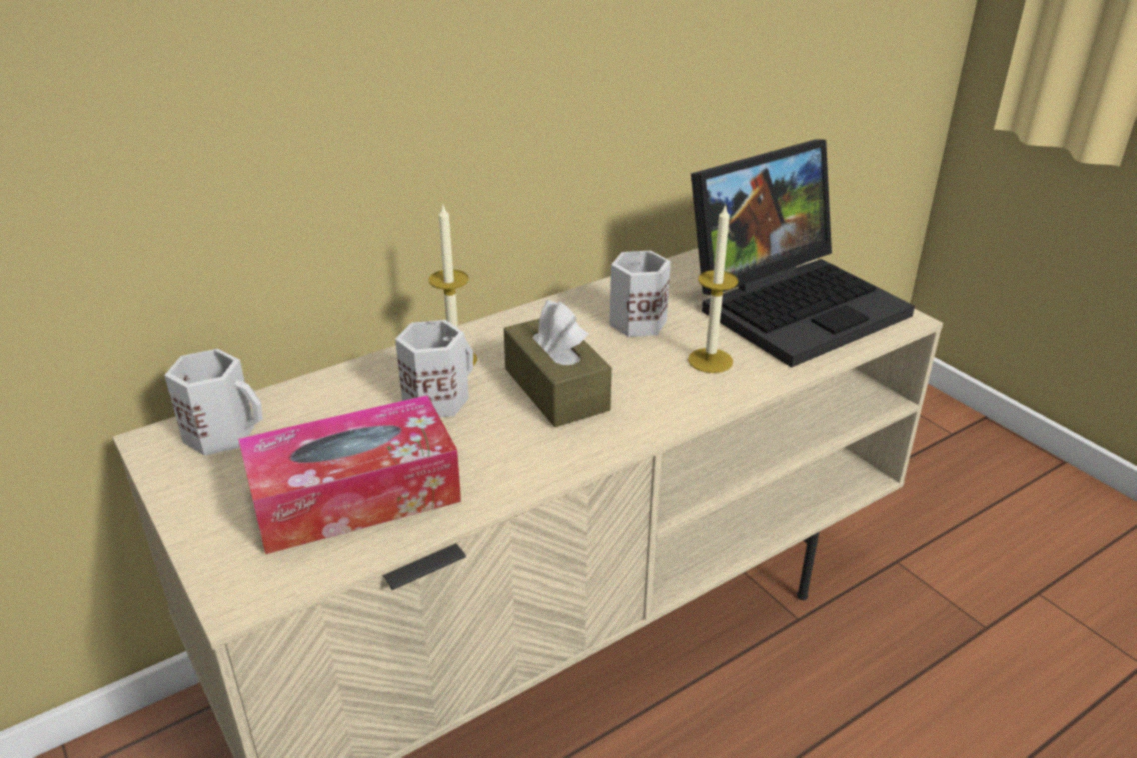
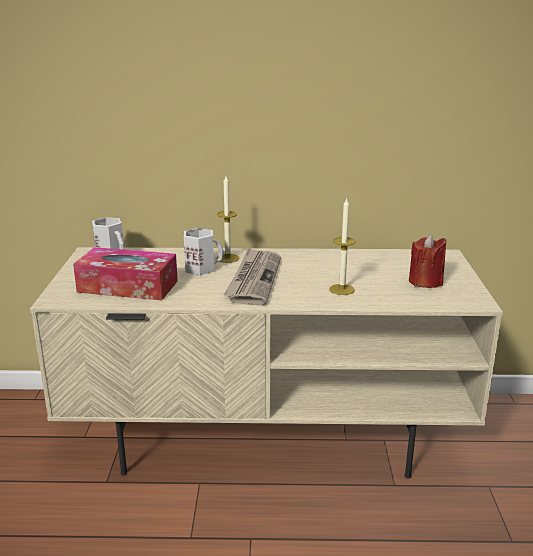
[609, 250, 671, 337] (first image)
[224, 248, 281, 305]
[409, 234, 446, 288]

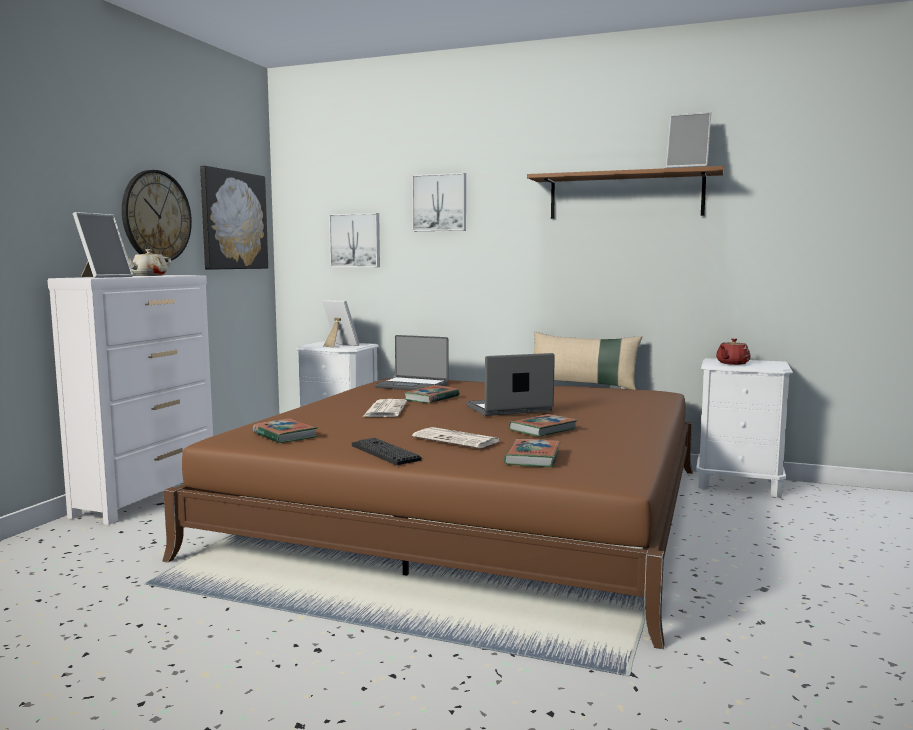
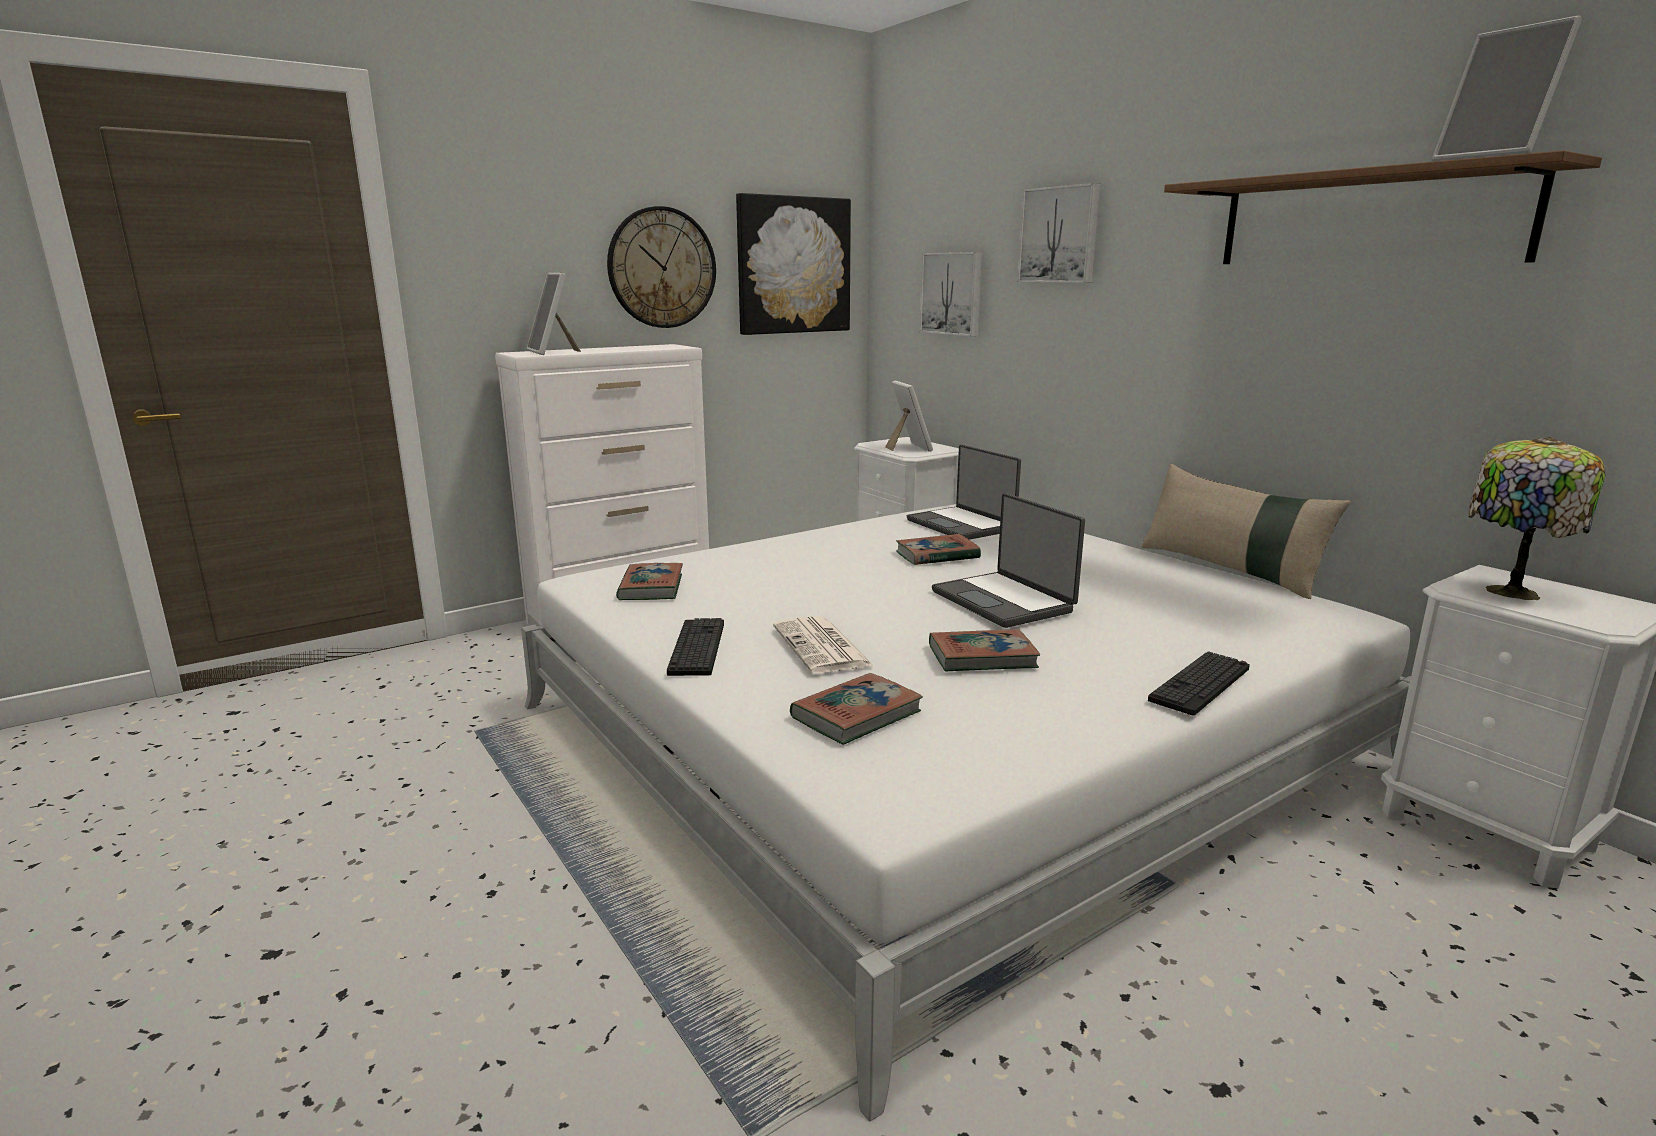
[127, 249, 171, 276] (first image)
[363, 399, 407, 417] (first image)
[1148, 651, 1250, 716]
[1468, 437, 1606, 600]
[521, 504, 1411, 1122]
[527, 273, 581, 355]
[932, 493, 1085, 628]

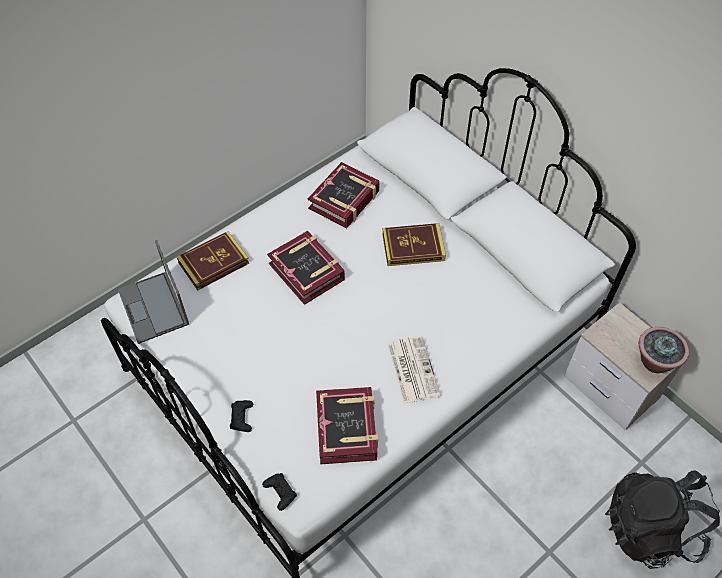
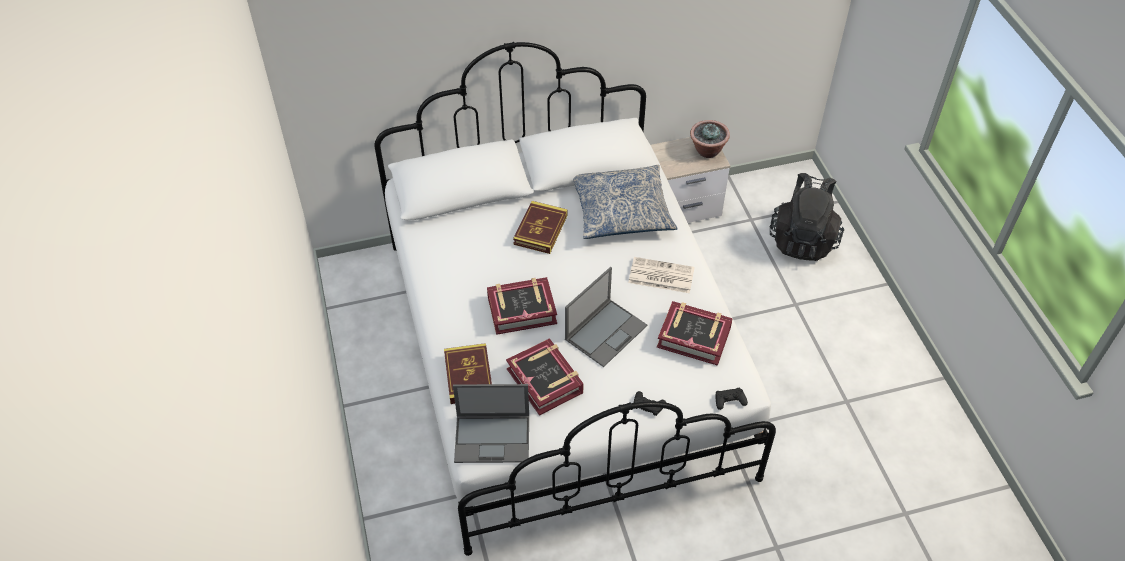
[565, 267, 647, 367]
[573, 165, 678, 239]
[506, 338, 584, 416]

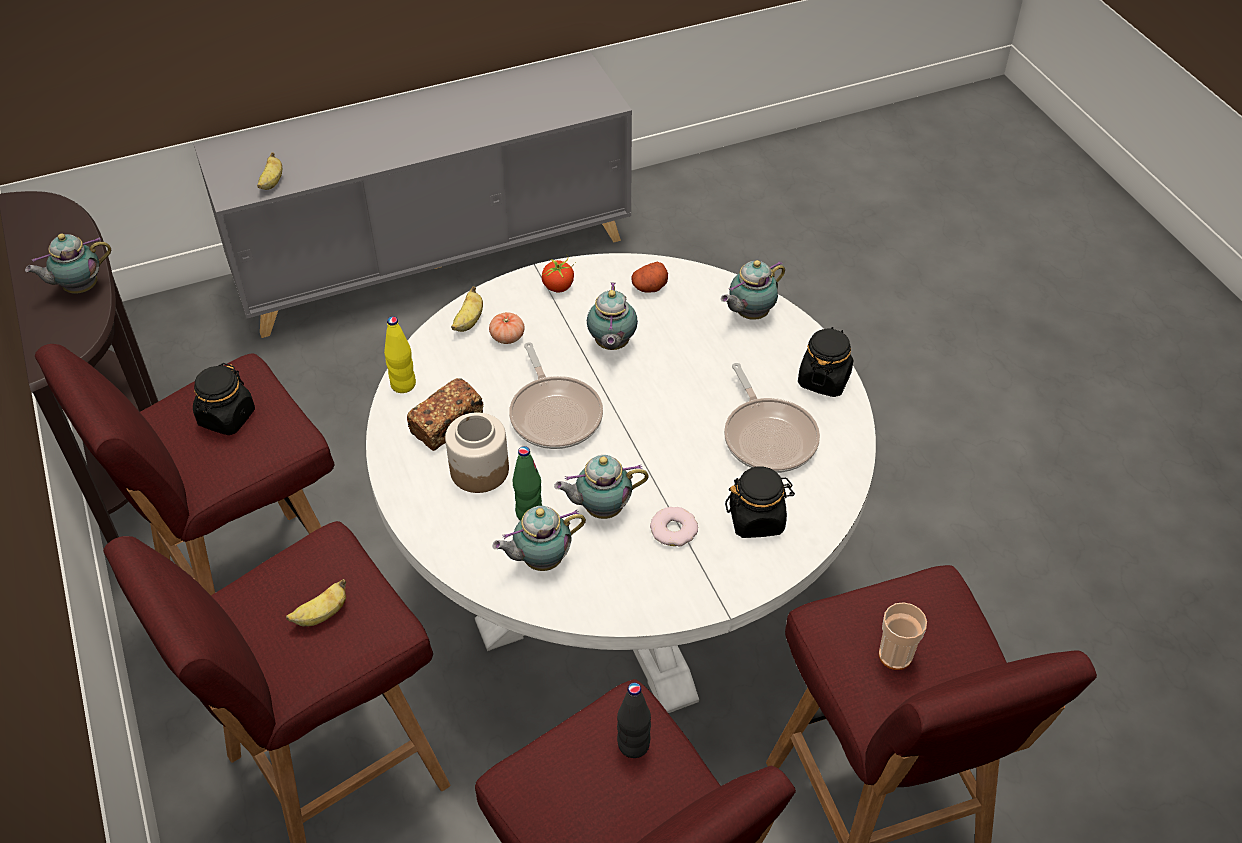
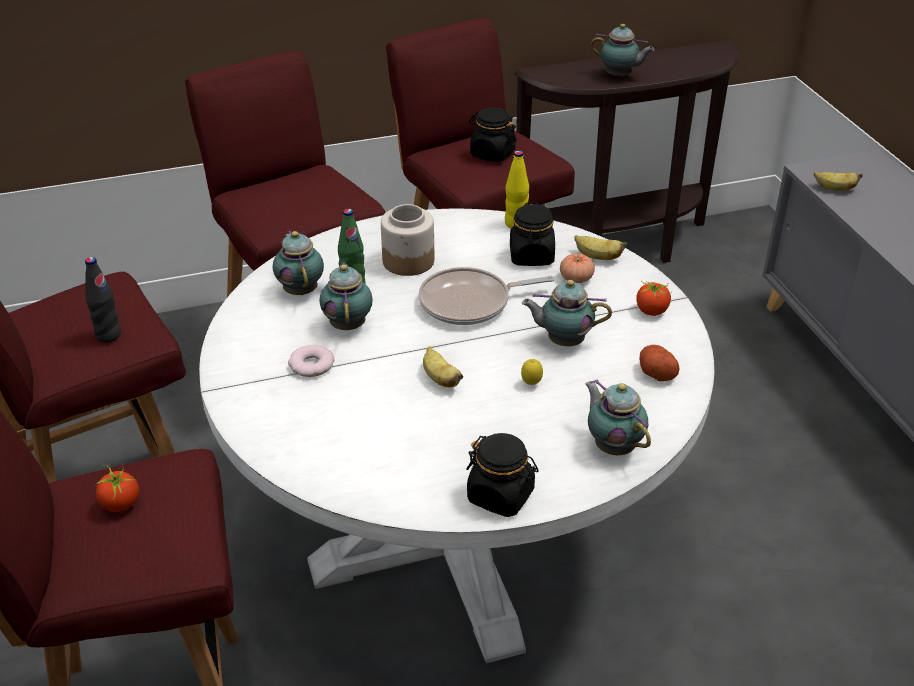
[407, 378, 484, 451] (first image)
[724, 363, 820, 473] (first image)
[521, 359, 543, 385]
[423, 346, 463, 387]
[510, 203, 555, 266]
[93, 460, 139, 512]
[590, 24, 654, 77]

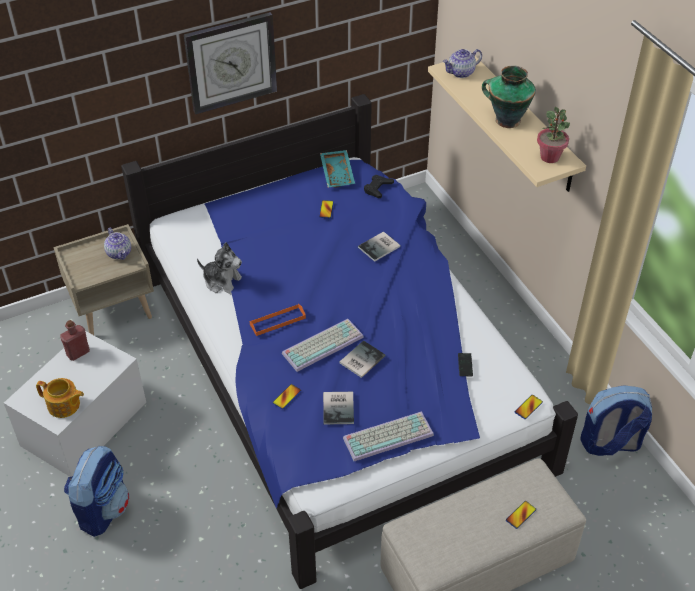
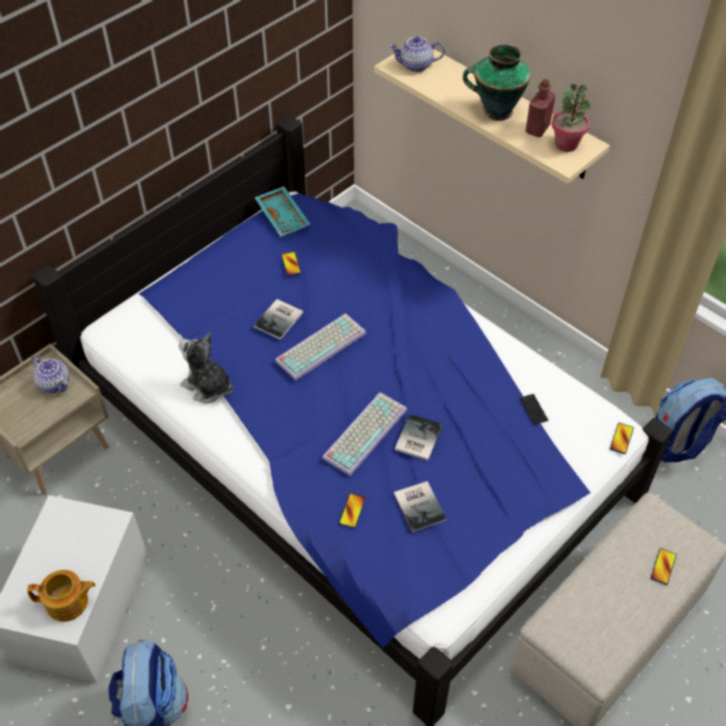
[184, 12, 277, 115] (first image)
[250, 304, 306, 336] (first image)
[364, 175, 394, 198] (first image)
[526, 79, 556, 137]
[275, 313, 366, 380]
[254, 299, 303, 340]
[179, 332, 234, 403]
[389, 36, 445, 72]

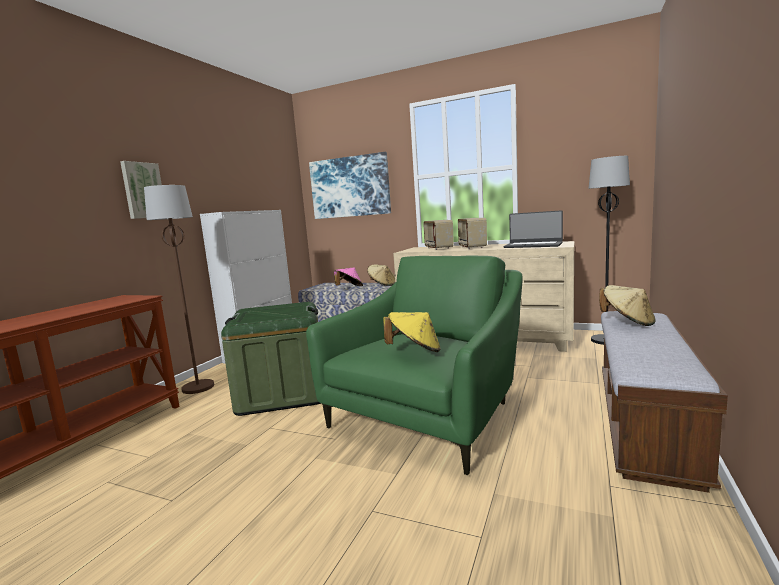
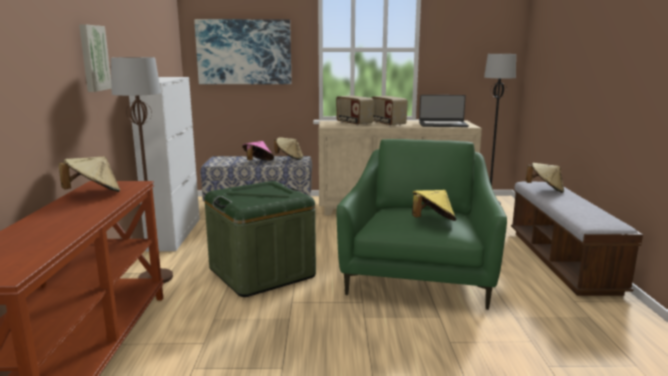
[59, 157, 120, 192]

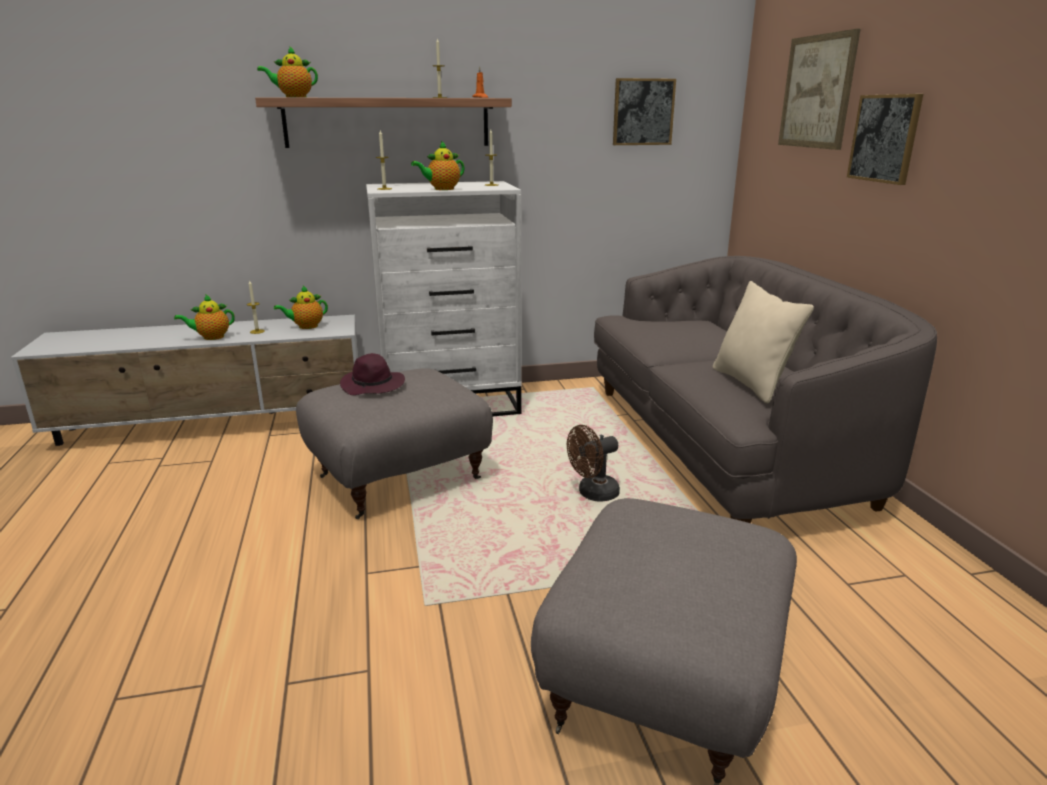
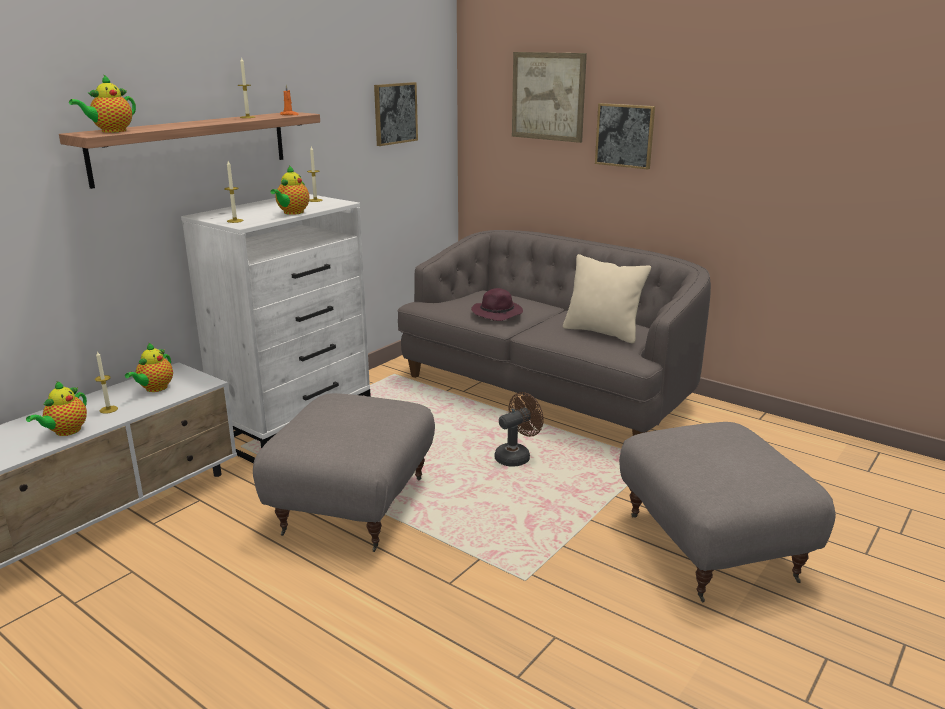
[471, 288, 523, 321]
[495, 392, 544, 467]

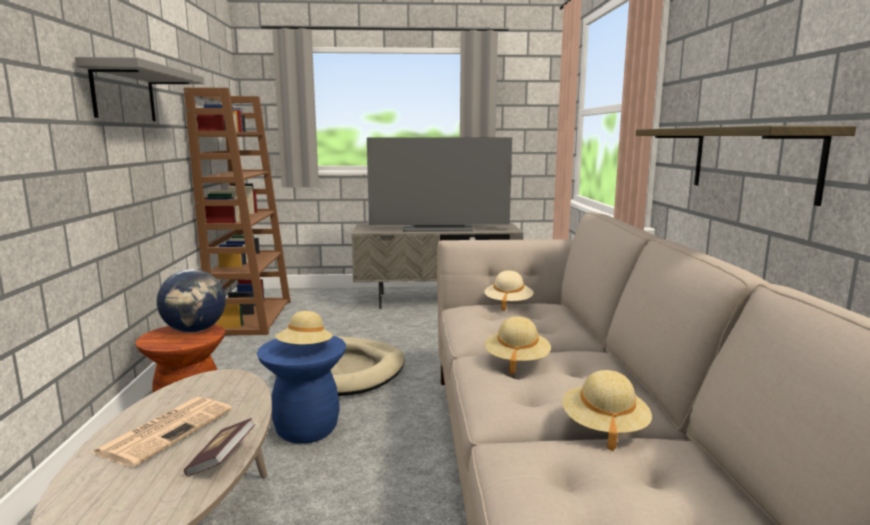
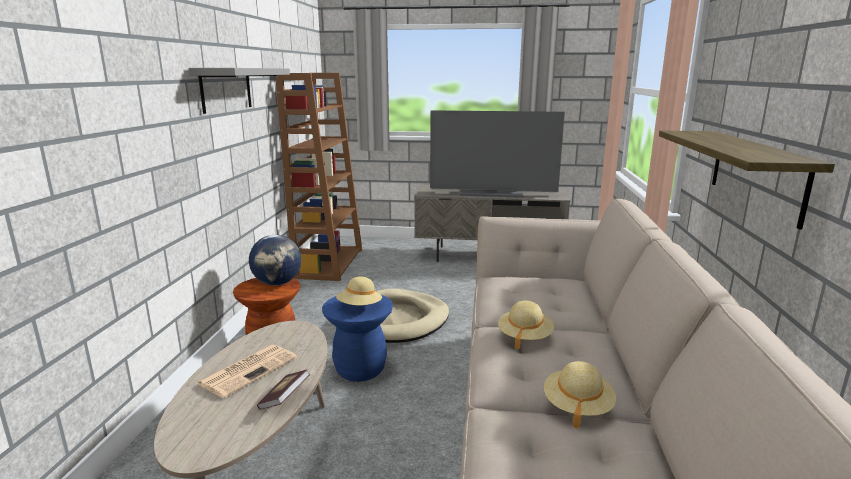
[484, 271, 533, 311] (first image)

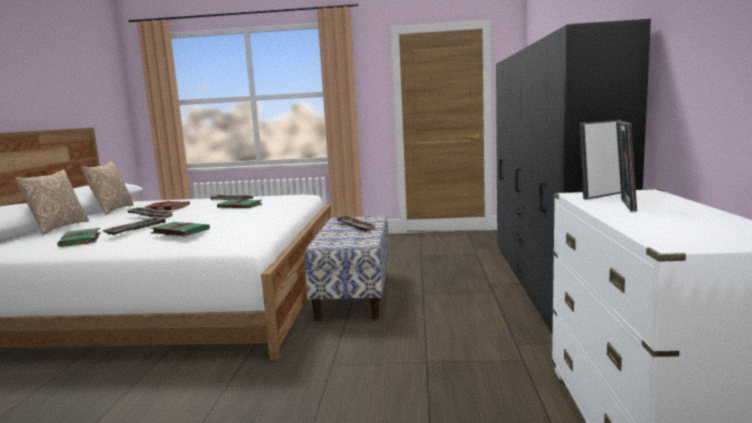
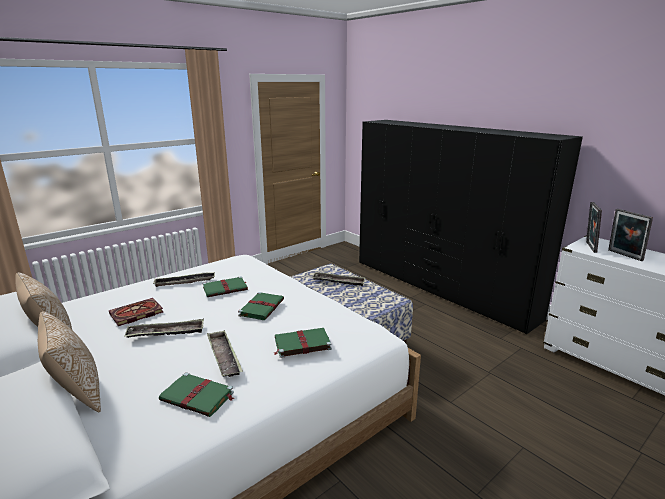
[238, 292, 284, 320]

